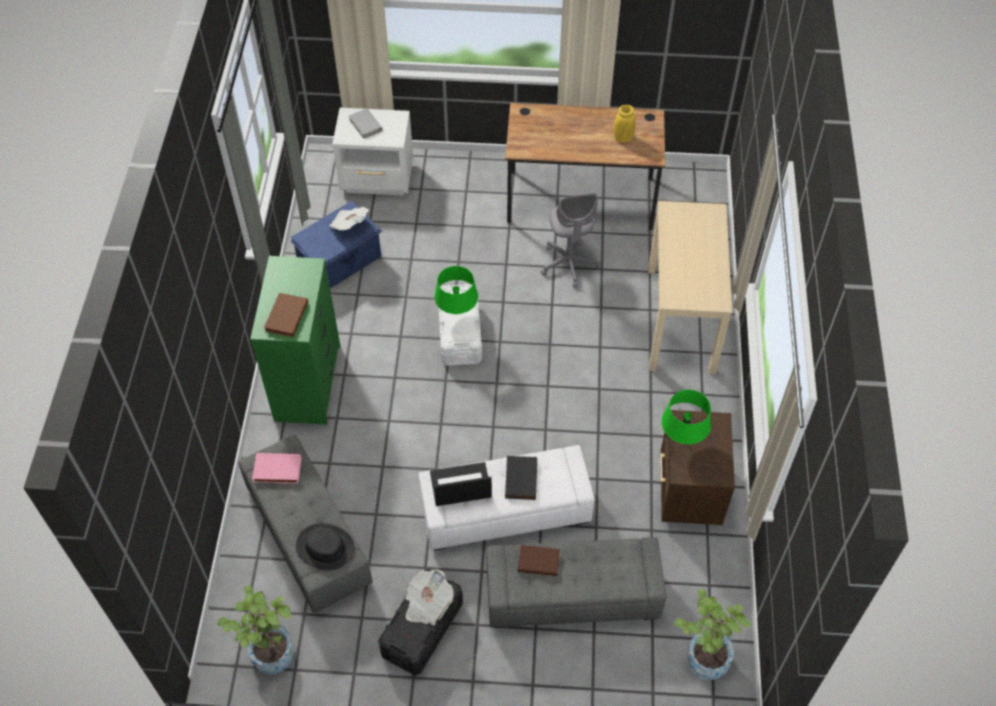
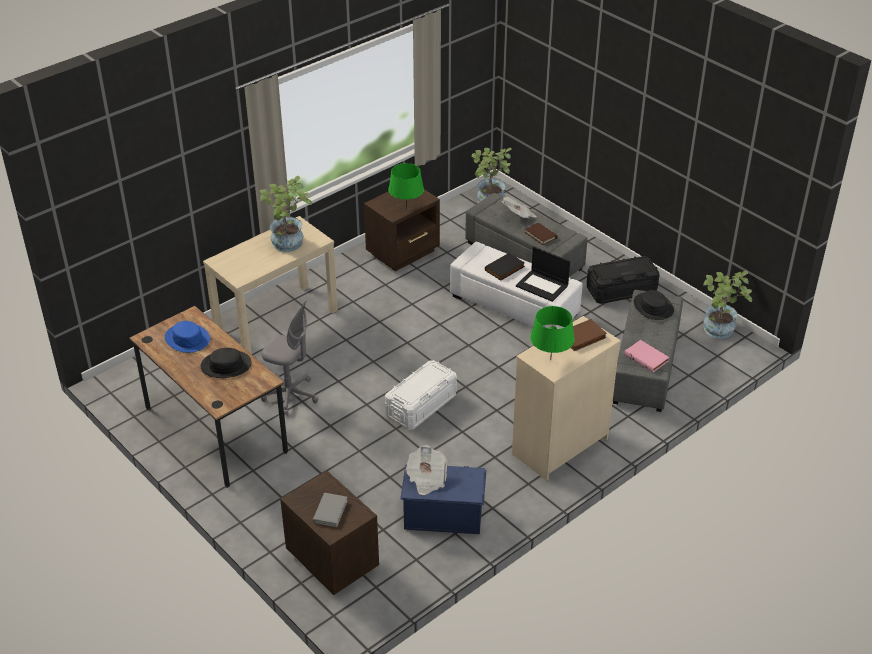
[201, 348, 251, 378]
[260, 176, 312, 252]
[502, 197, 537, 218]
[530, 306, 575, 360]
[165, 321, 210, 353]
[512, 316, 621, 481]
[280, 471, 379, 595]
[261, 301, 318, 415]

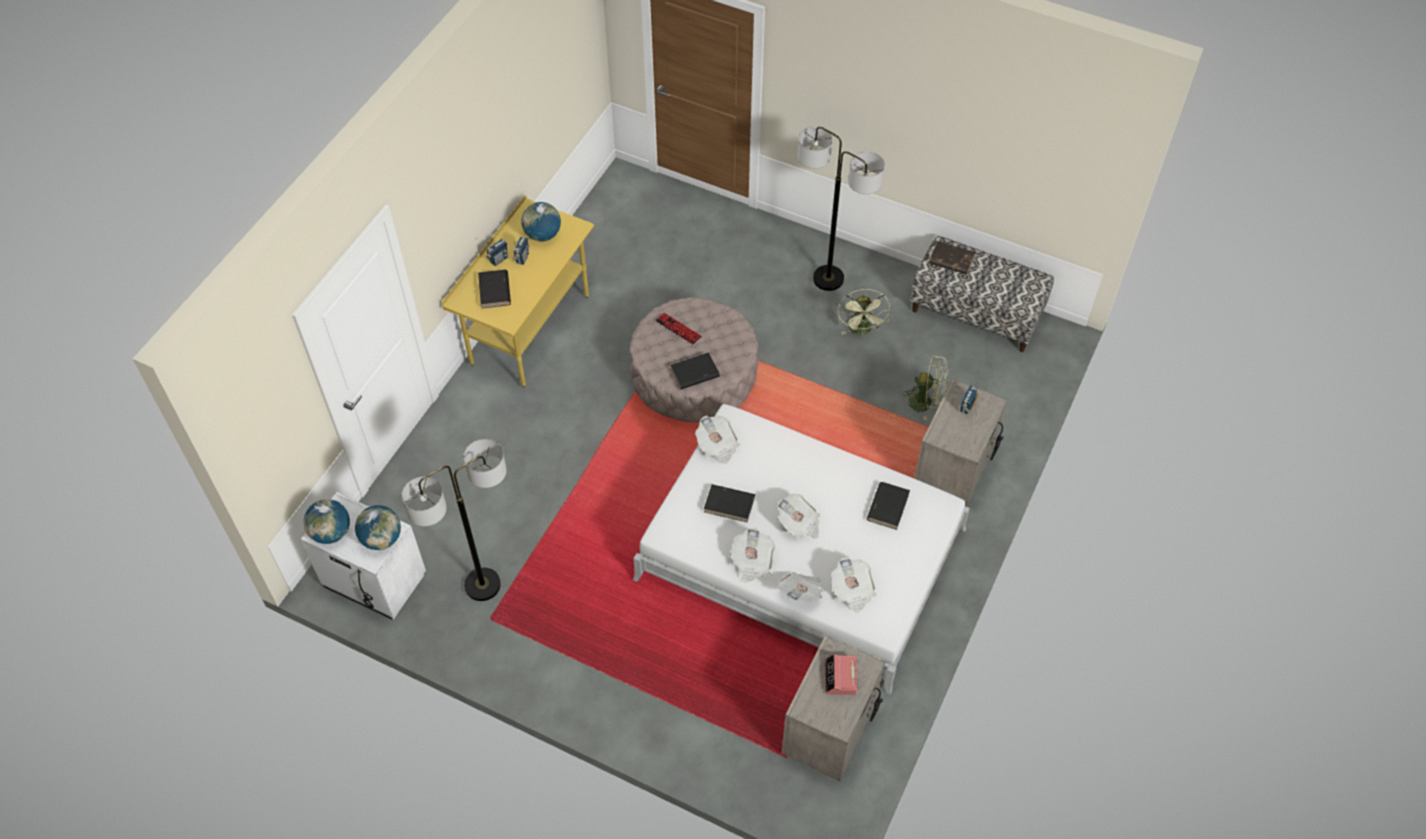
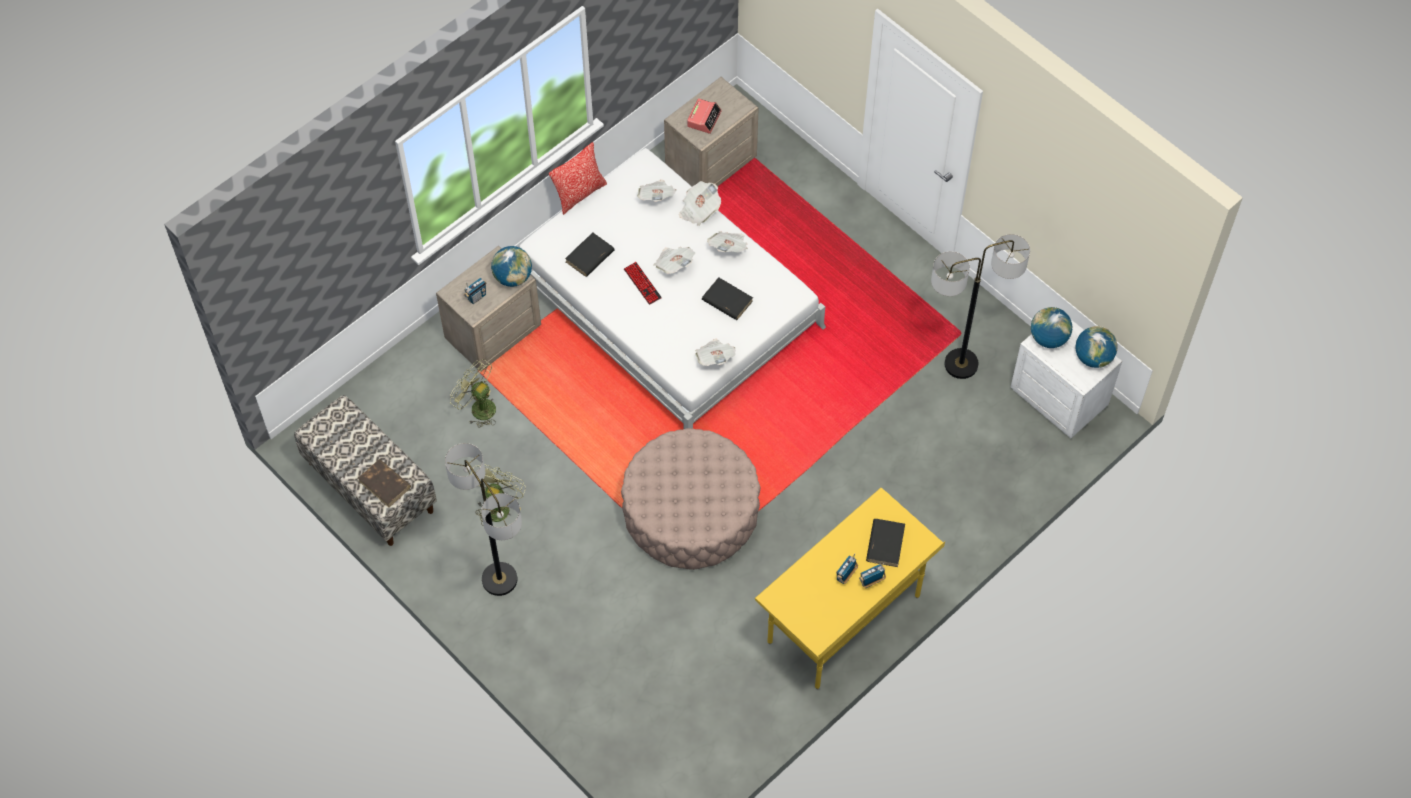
[670, 353, 720, 389] (first image)
[549, 142, 607, 215]
[491, 246, 532, 287]
[624, 262, 662, 305]

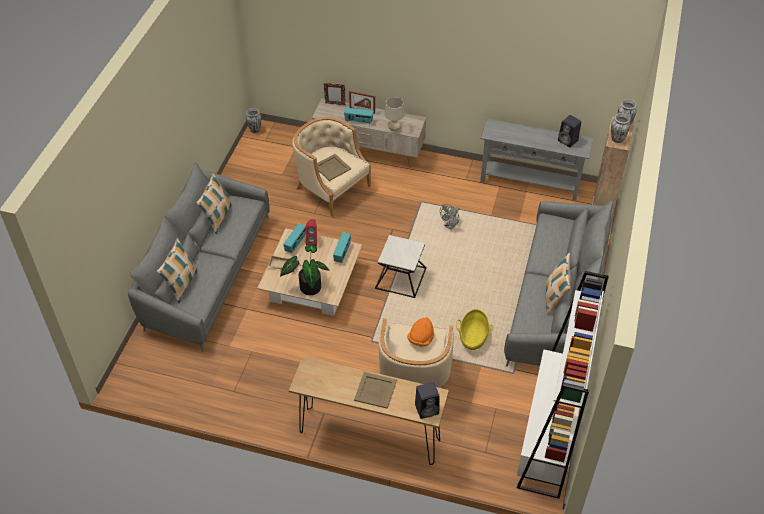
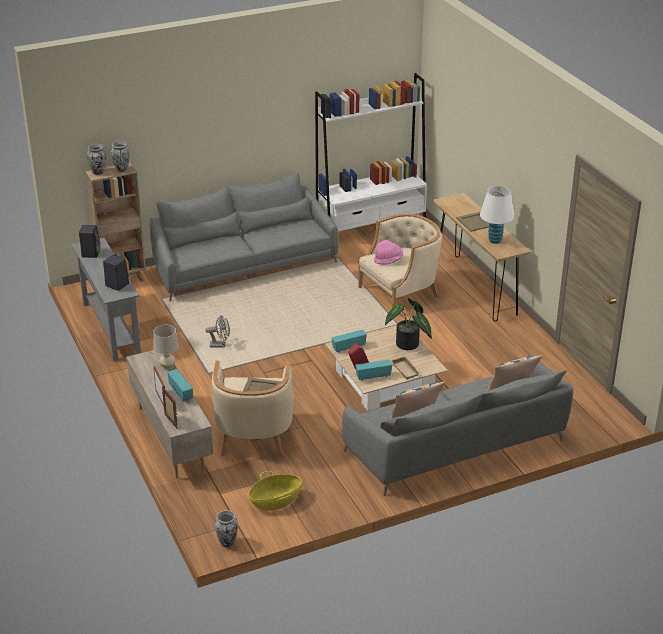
[375, 235, 427, 298] (first image)
[546, 253, 571, 315] (first image)
[480, 186, 515, 244]
[103, 255, 129, 291]
[248, 471, 302, 511]
[374, 240, 403, 265]

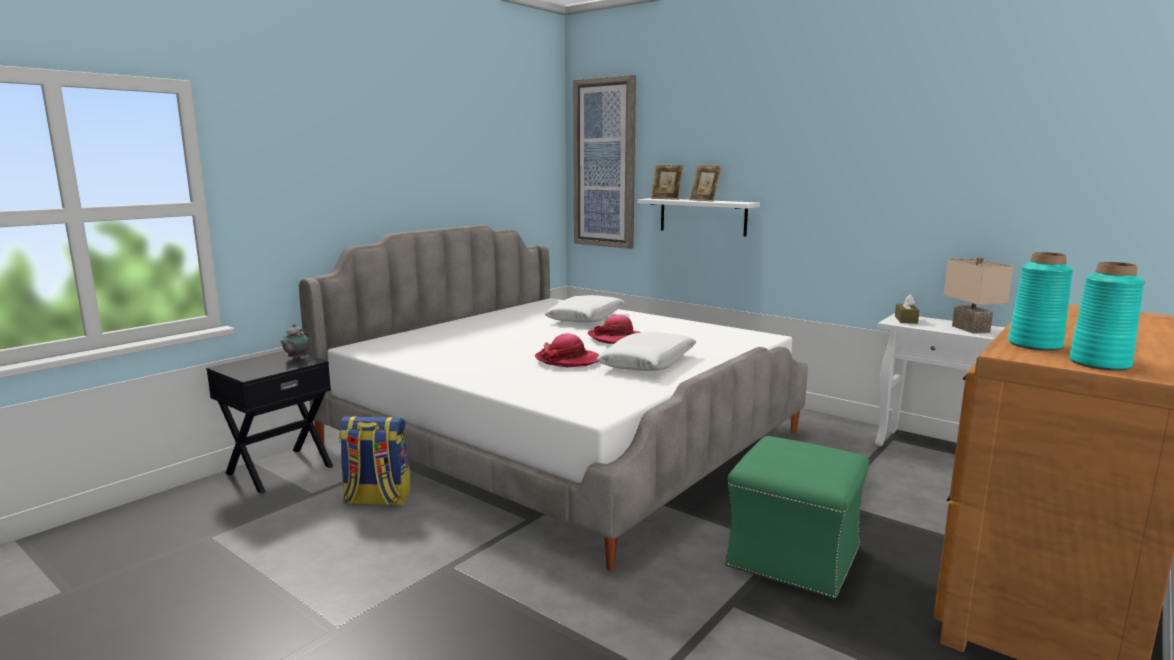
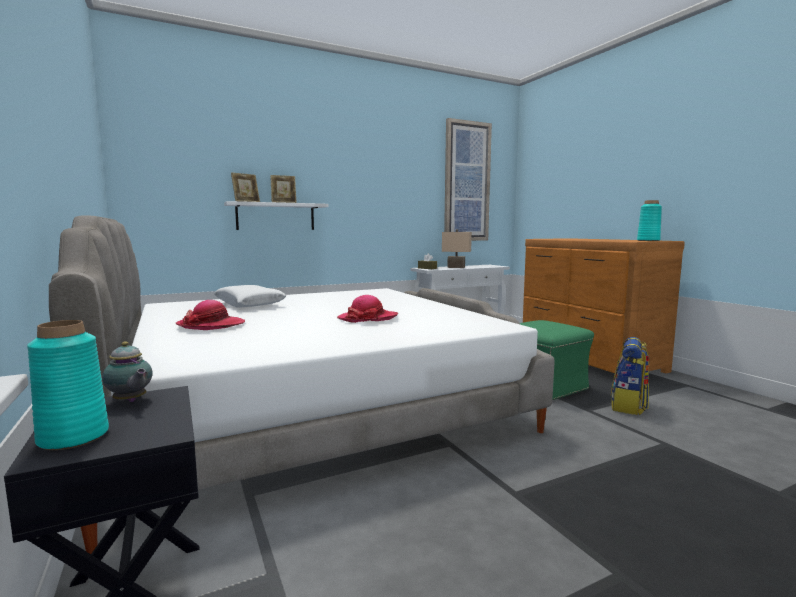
[596, 331, 696, 371] (first image)
[611, 337, 649, 415]
[444, 118, 492, 241]
[176, 300, 245, 330]
[27, 320, 109, 450]

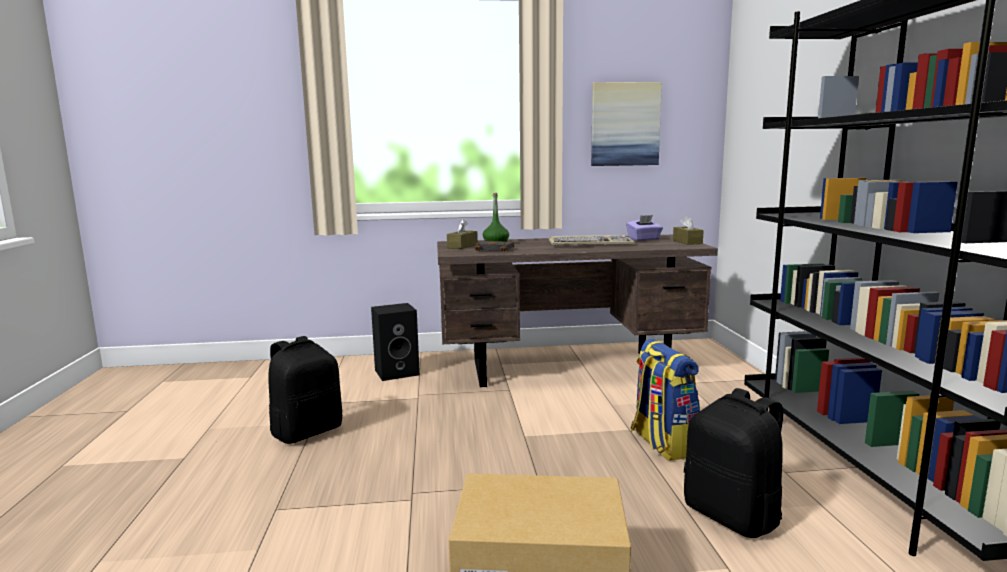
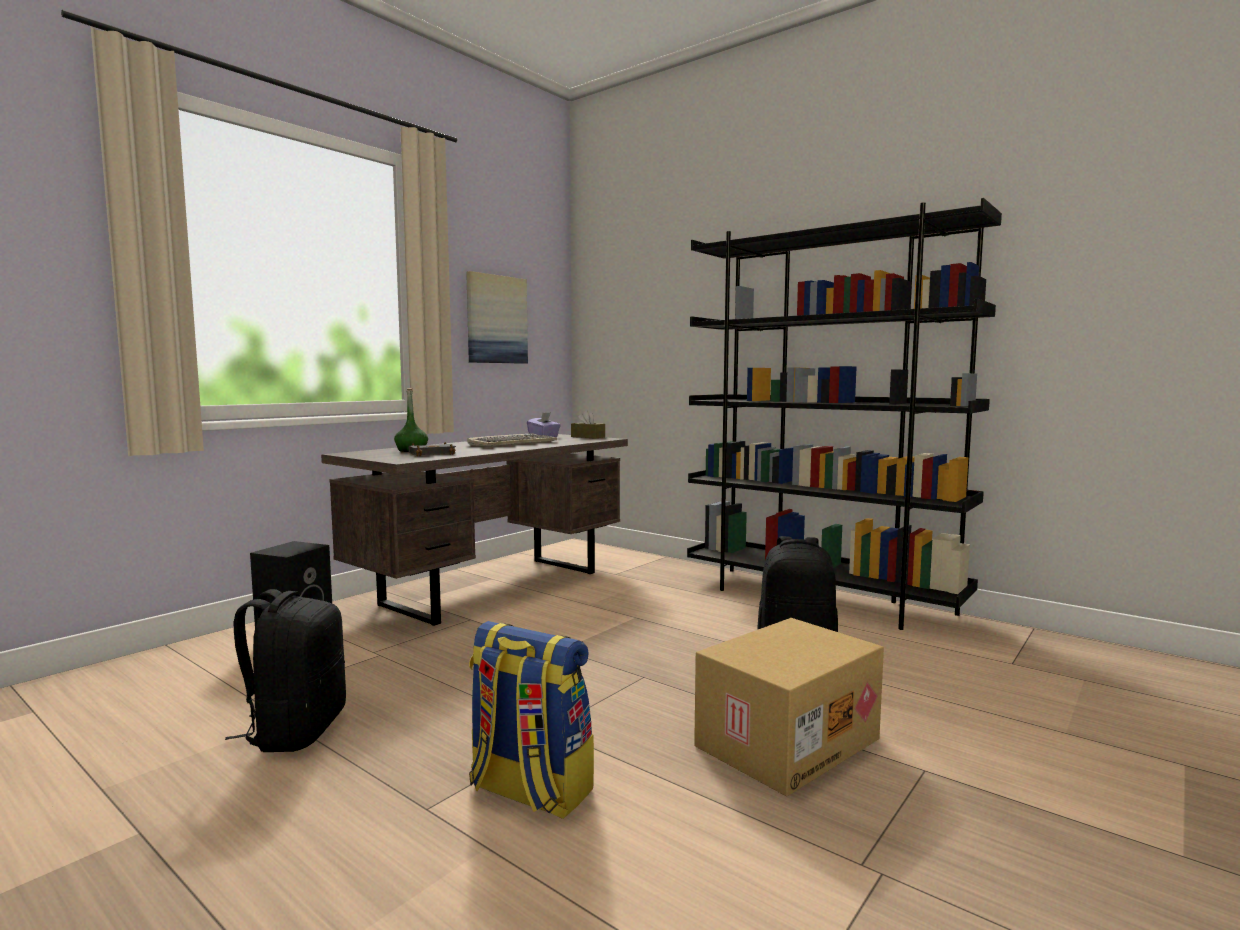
[447, 219, 478, 249] (first image)
[469, 621, 594, 819]

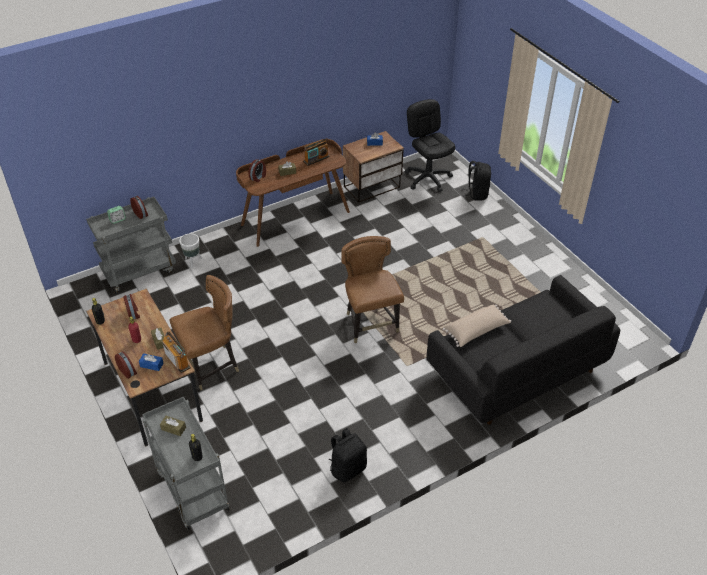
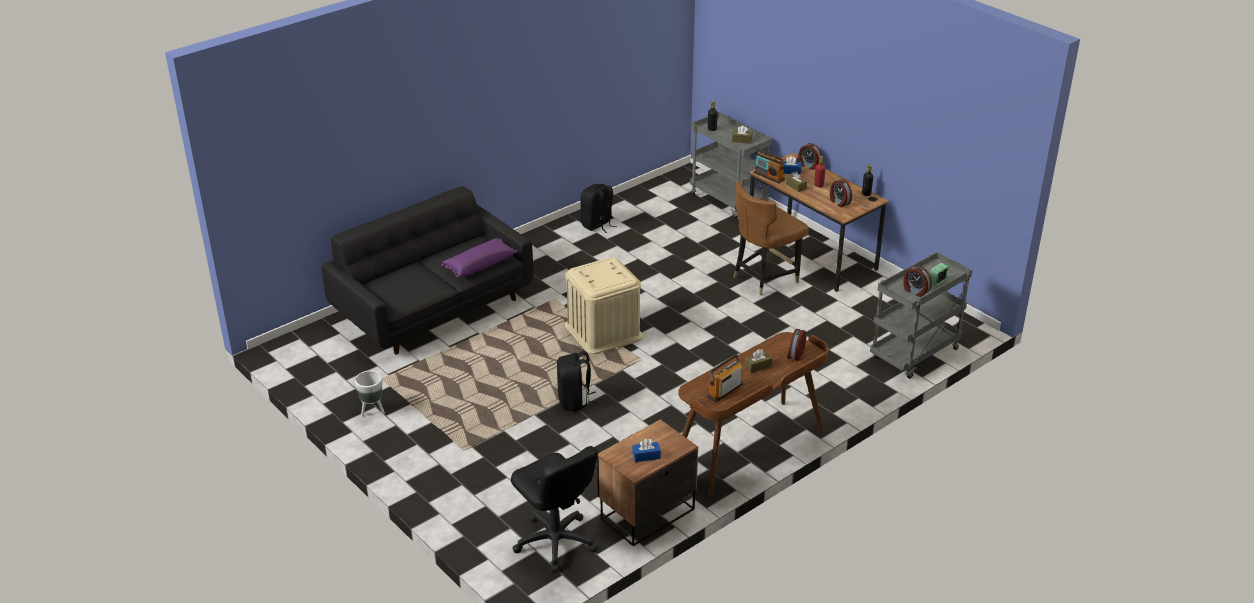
[355, 371, 385, 417]
[557, 351, 598, 411]
[565, 257, 643, 354]
[442, 238, 517, 278]

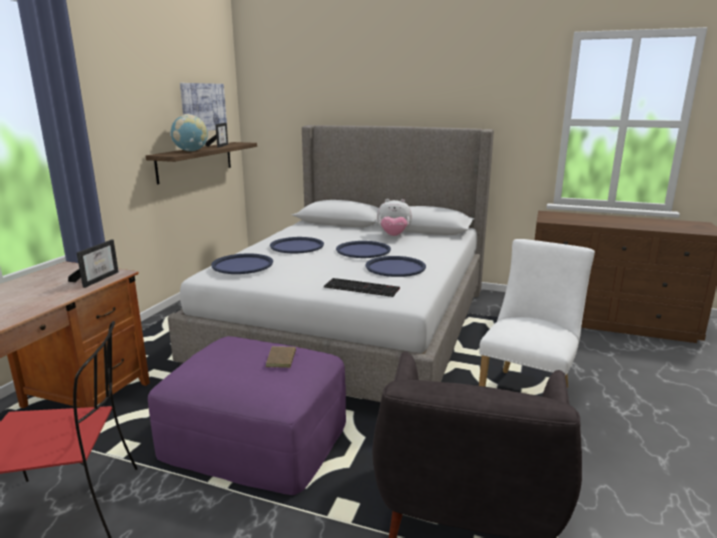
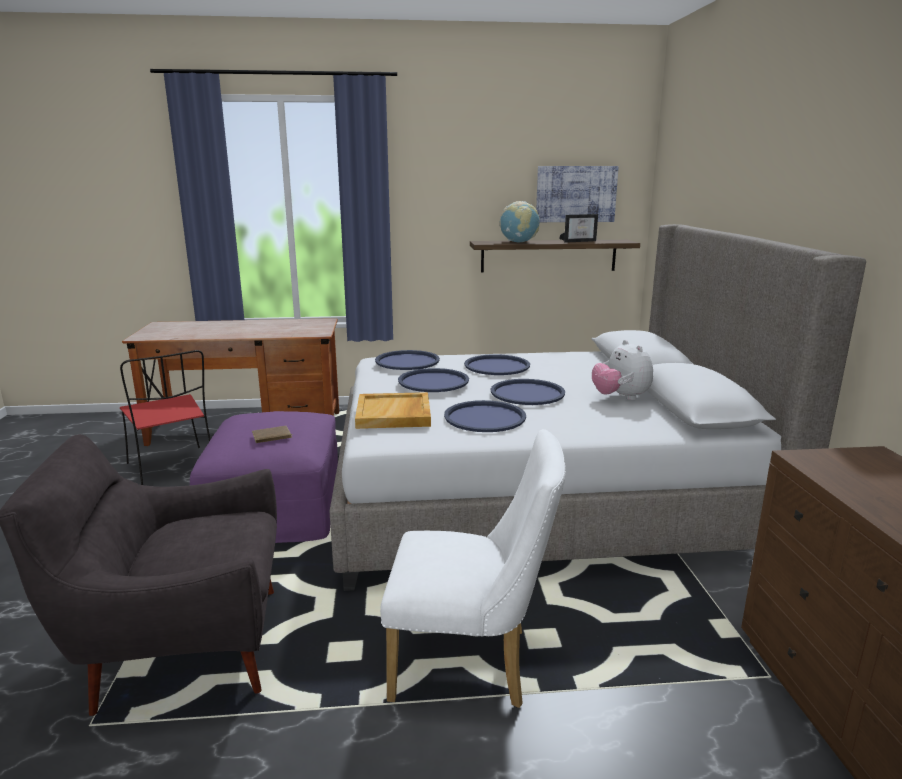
[68, 240, 119, 288] (first image)
[398, 368, 469, 392]
[355, 392, 431, 429]

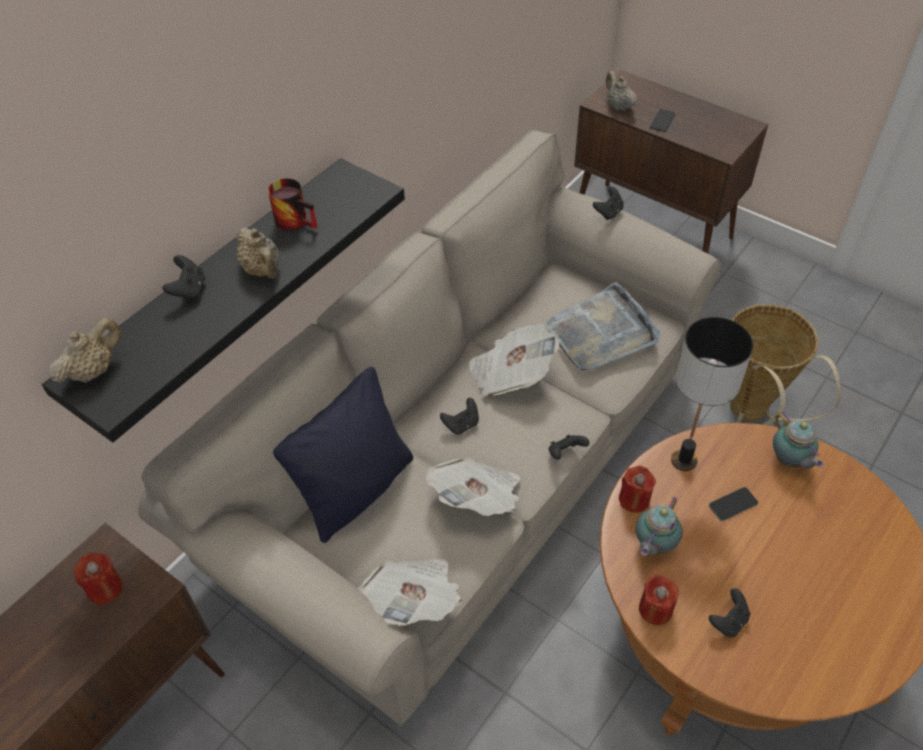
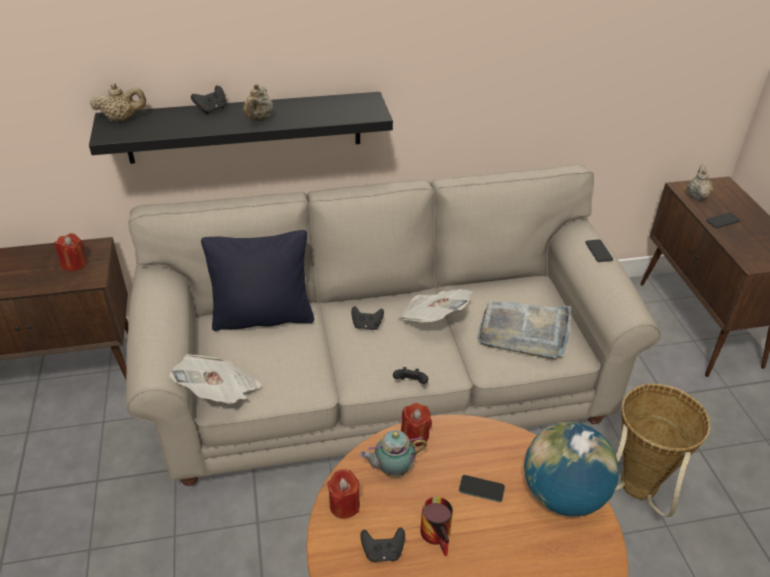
[426, 457, 520, 516] (first image)
[671, 317, 753, 471] (first image)
[420, 497, 453, 556]
[585, 239, 613, 262]
[524, 422, 619, 516]

